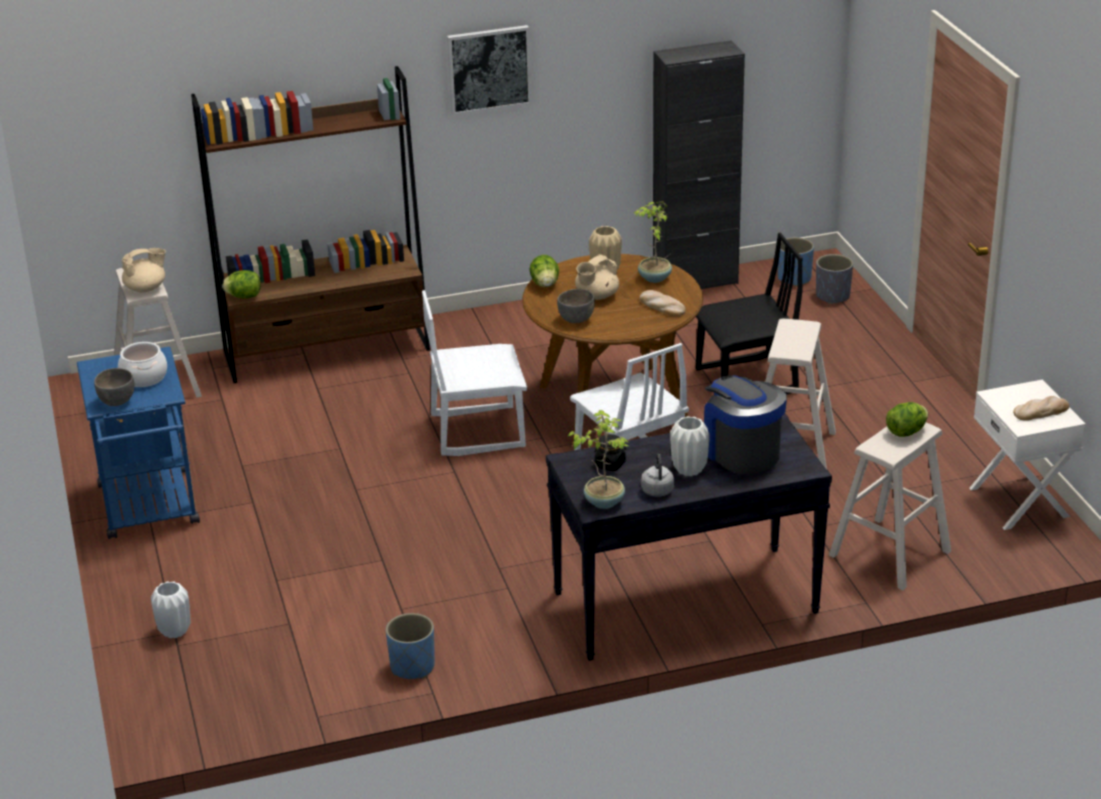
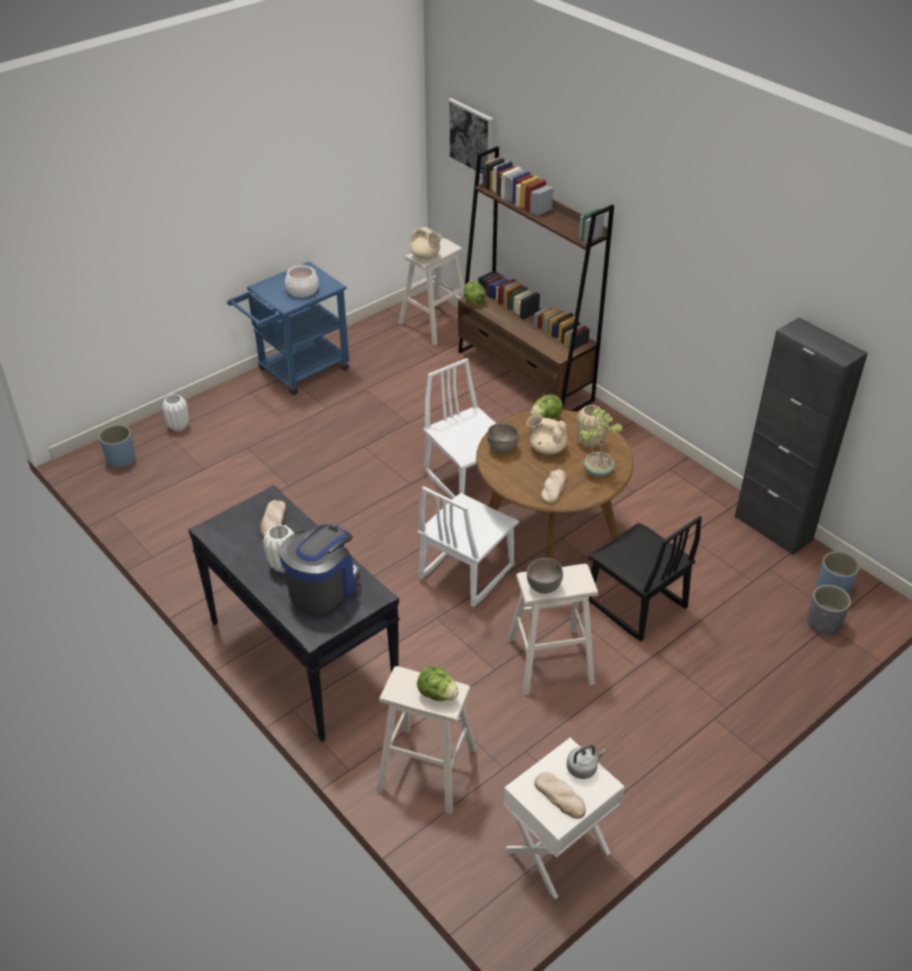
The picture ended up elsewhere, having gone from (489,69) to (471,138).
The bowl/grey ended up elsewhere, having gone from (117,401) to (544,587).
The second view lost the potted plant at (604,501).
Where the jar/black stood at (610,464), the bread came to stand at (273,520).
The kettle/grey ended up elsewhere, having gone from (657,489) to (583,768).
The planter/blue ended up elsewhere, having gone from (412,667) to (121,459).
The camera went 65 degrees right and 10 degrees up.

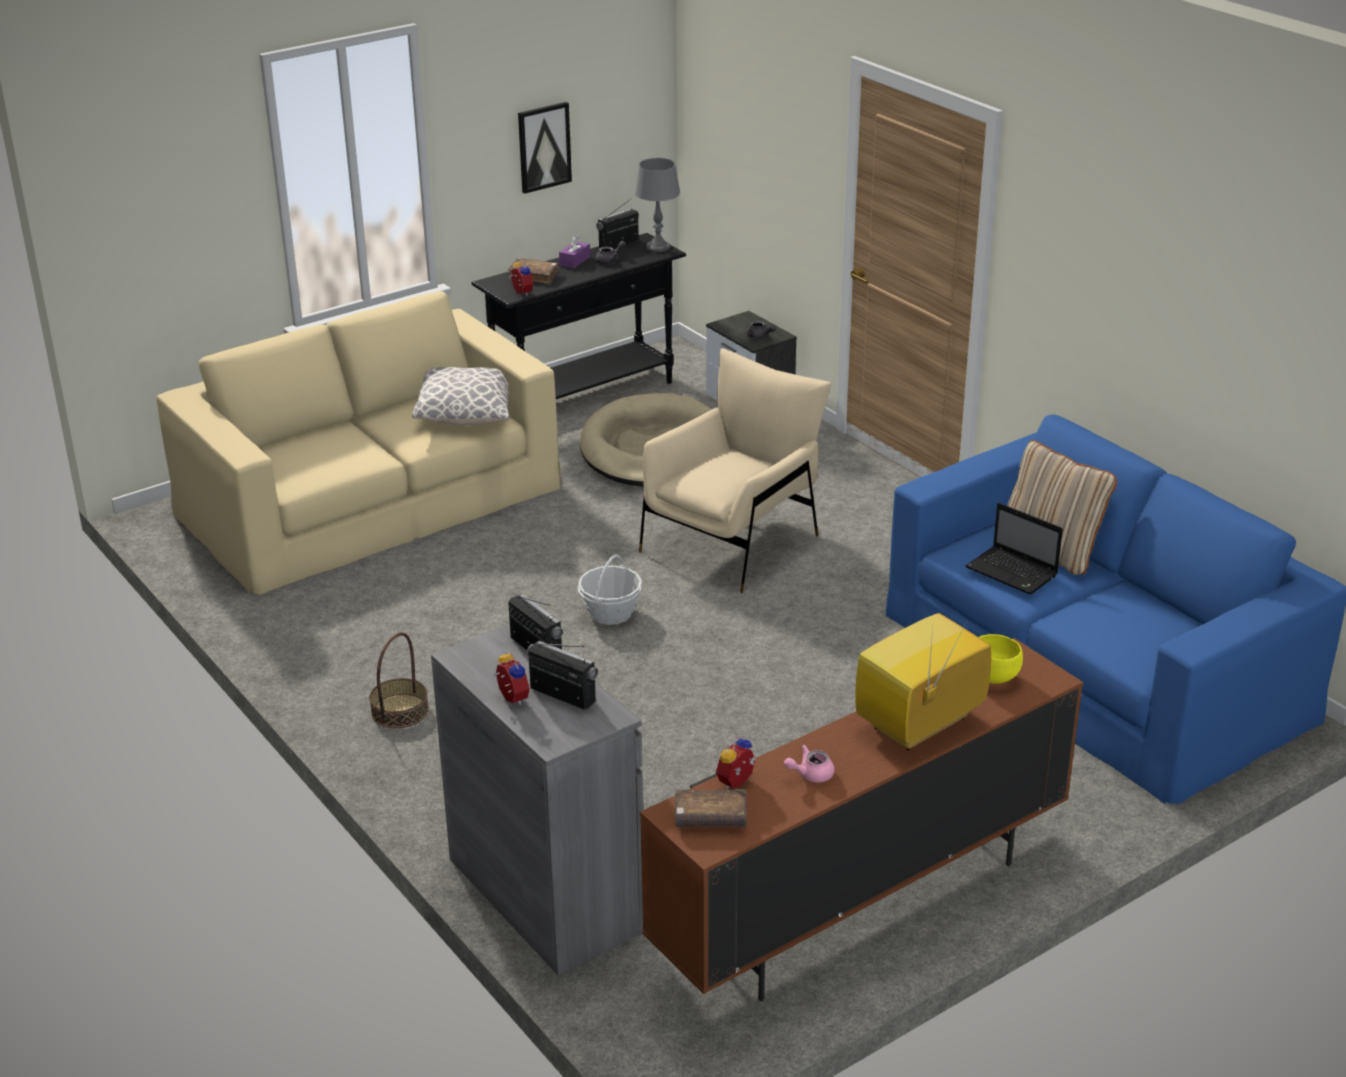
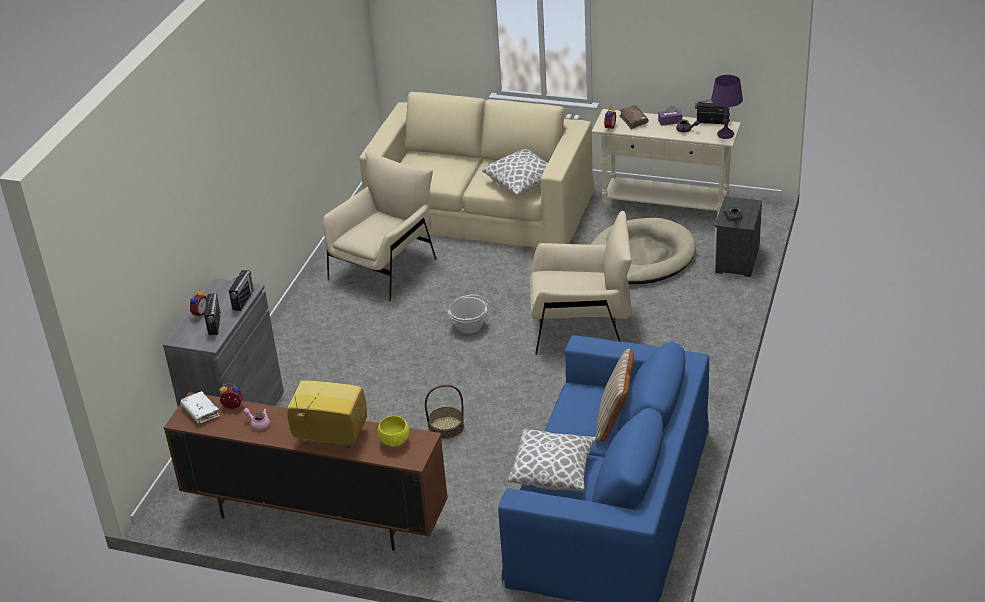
The second view lost the picture at (544,147).
What was the table lamp/grey at (658,247) turned into the table lamp/purple at (725,134).
What was the console table/black at (585,396) turned into the console table/beige at (666,208).
The second view lost the laptop at (1013,572).
The basket ended up elsewhere, having gone from (400,711) to (446,427).
What was the book/brown at (710,818) turned into the book/white at (200,412).
The second view gained the armchair/beige at (384,267).
The second view gained the pillow at (553,471).
The camera went 55 degrees right and 5 degrees up.

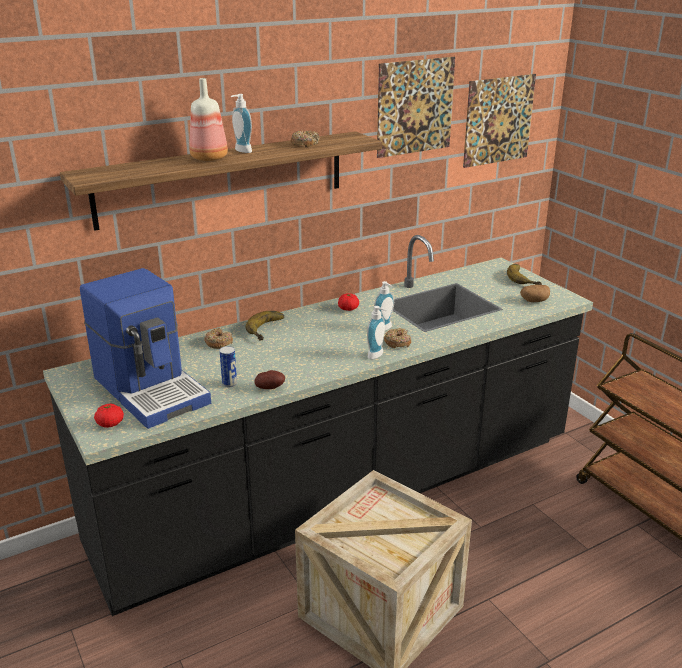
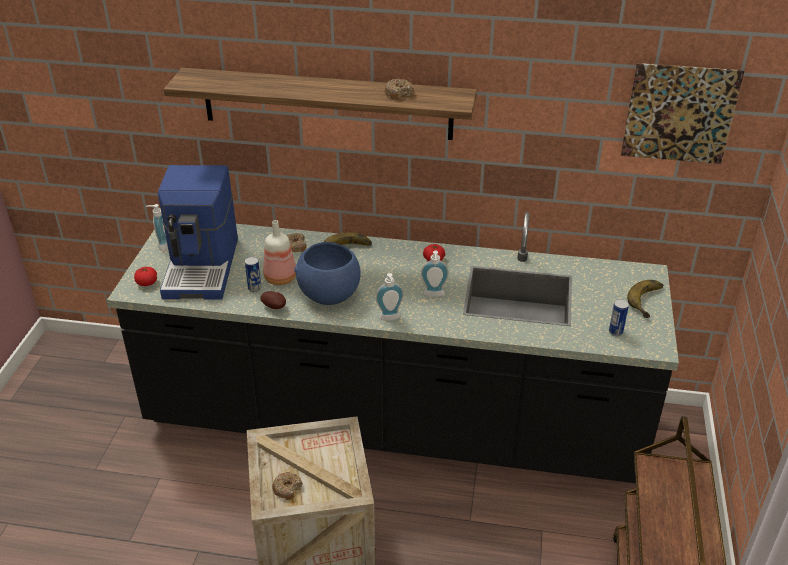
The second view lost the picture at (415,107).
The bottle ended up elsewhere, having gone from (210,158) to (281,278).
The soap dispenser ended up elsewhere, having gone from (241,151) to (161,245).
Where the potato stood at (534,301), the can came to stand at (615,332).
The donut ended up elsewhere, having gone from (397,342) to (287,488).
The second view gained the bowl/blue at (328,294).
The camera went 40 degrees right and 10 degrees up.

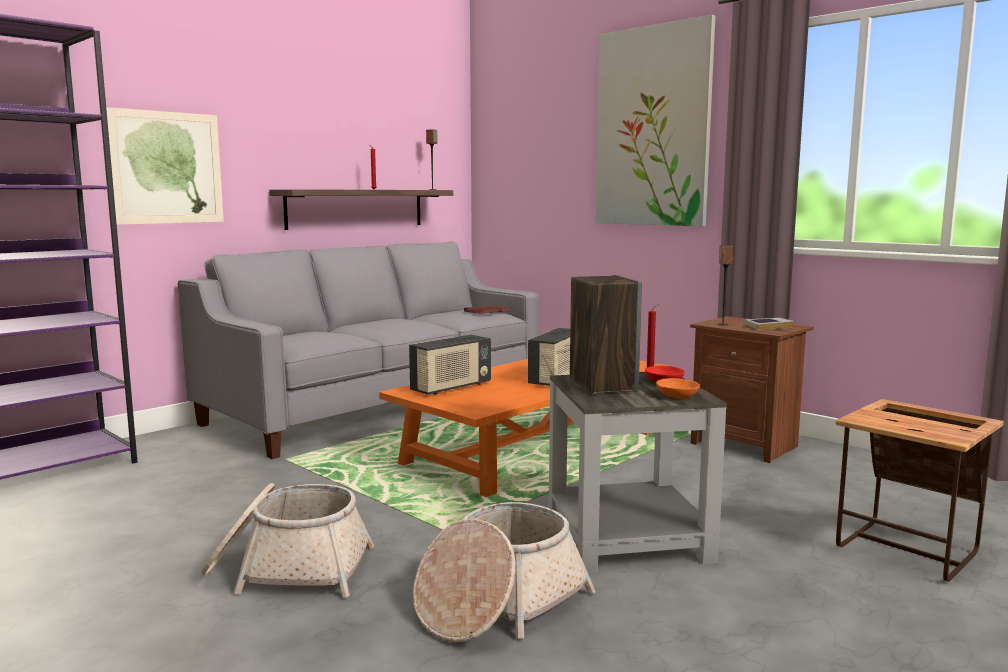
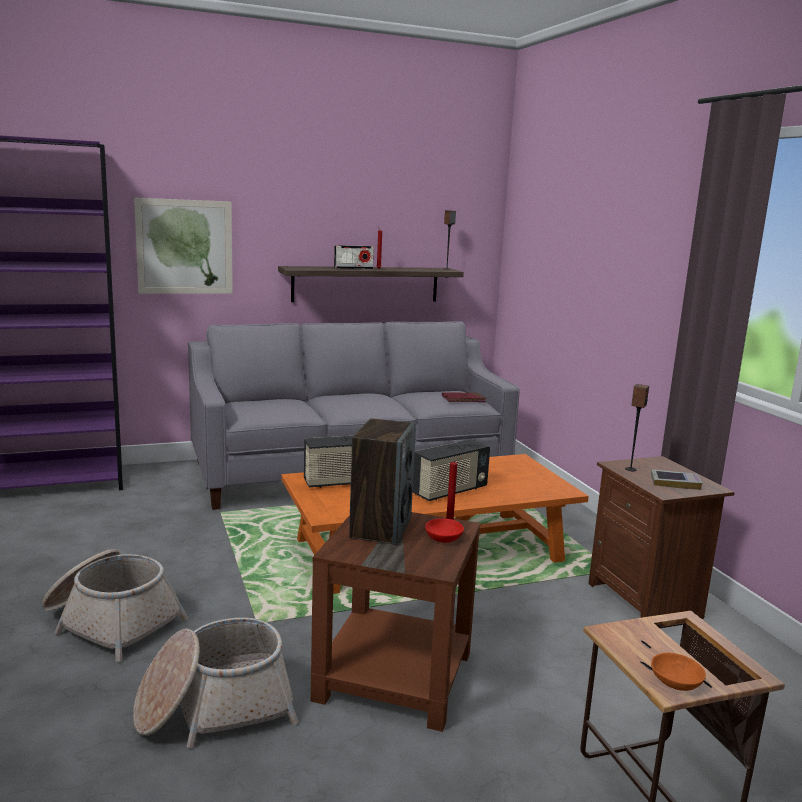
The second view lost the picture at (652,127).
What was the side table/grey at (630,538) turned into the side table/brown at (396,677).
The bowl/orange ended up elsewhere, having gone from (676,396) to (674,682).
The second view gained the radio at (353,268).
The camera went 25 degrees right and 5 degrees up.

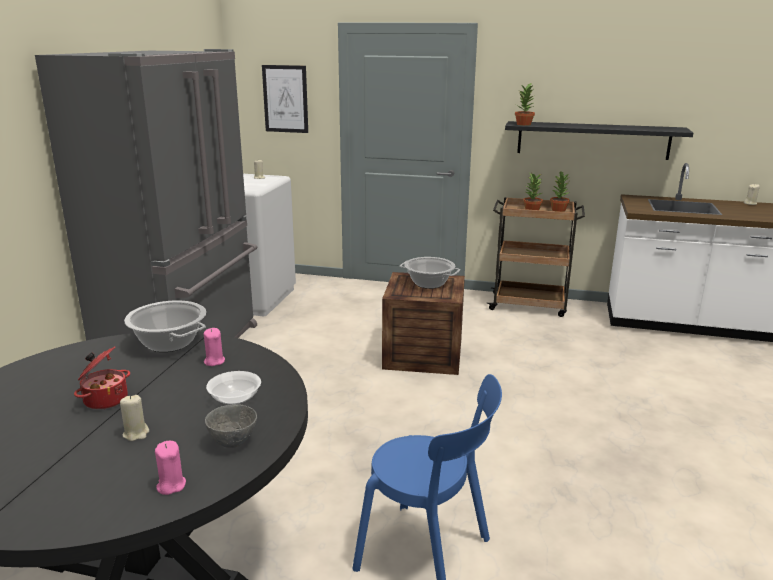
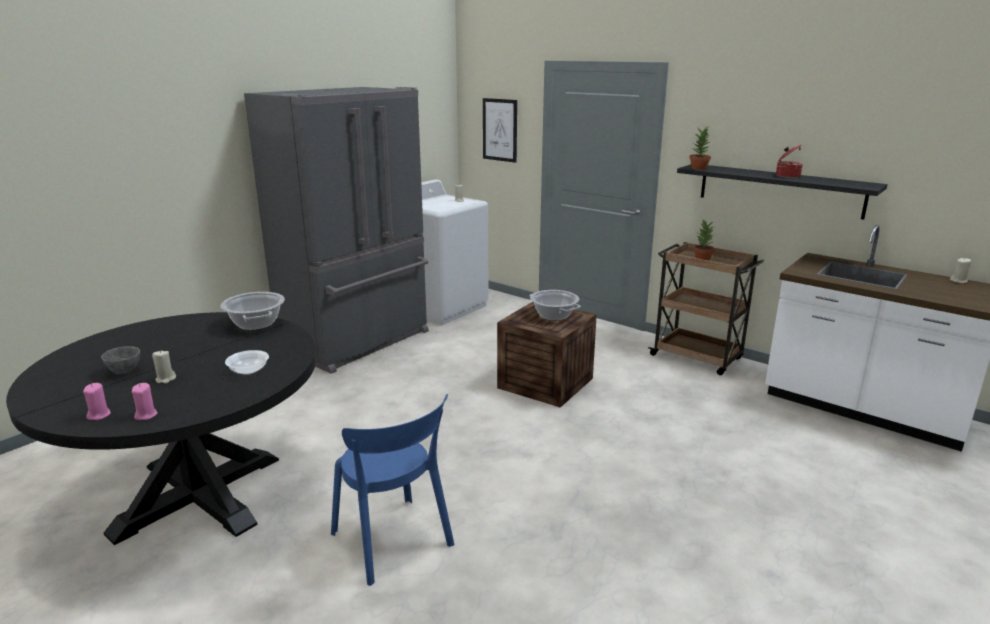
The second view lost the potted plant at (559,210).
The candle/pink ended up elsewhere, having gone from (214,361) to (99,415).
The cooking pot ended up elsewhere, having gone from (105,399) to (787,176).
The bowl/grey ended up elsewhere, having gone from (233,442) to (125,371).
The camera went 25 degrees right and 0 degrees up.

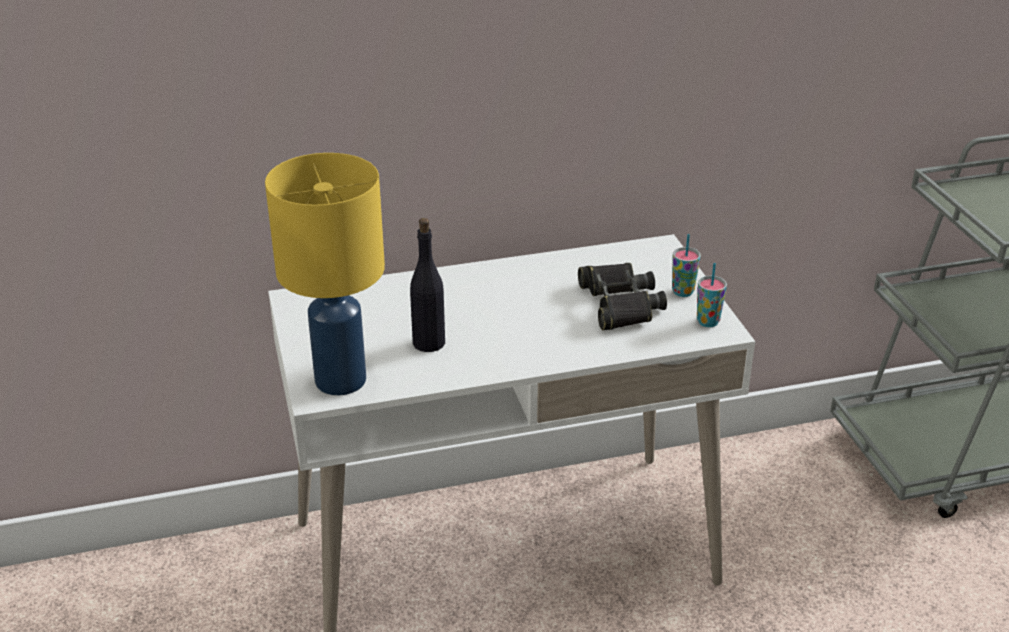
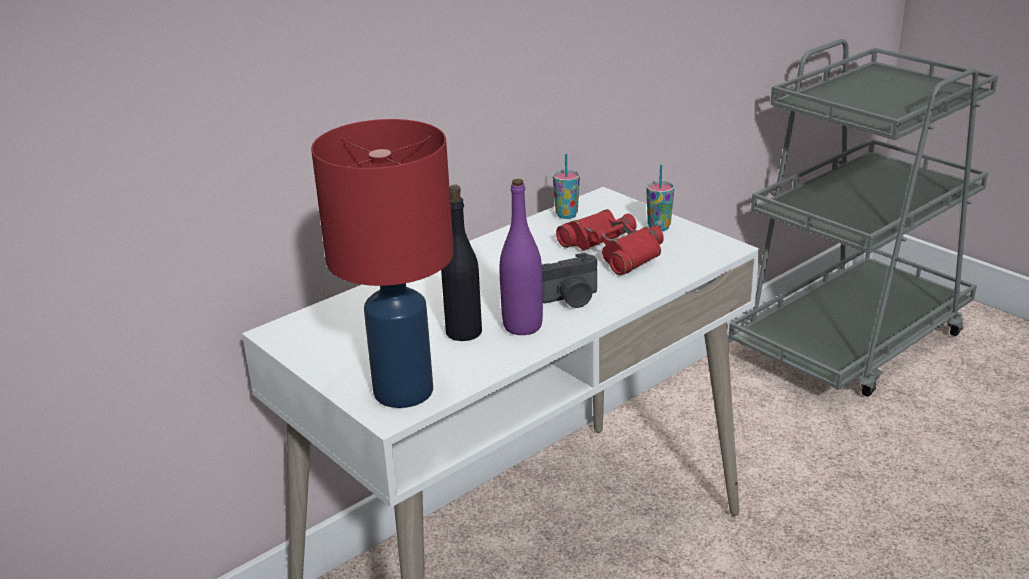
What was the table lamp/yellow at (339,381) turned into the table lamp/red at (403,392).
What was the binoculars/black at (619,304) turned into the binoculars/red at (613,251).
The cup ended up elsewhere, having gone from (708,322) to (566,215).
The second view gained the bottle/purple at (522,326).
The second view gained the photo camera at (571,299).
The camera went 25 degrees left and 5 degrees down.

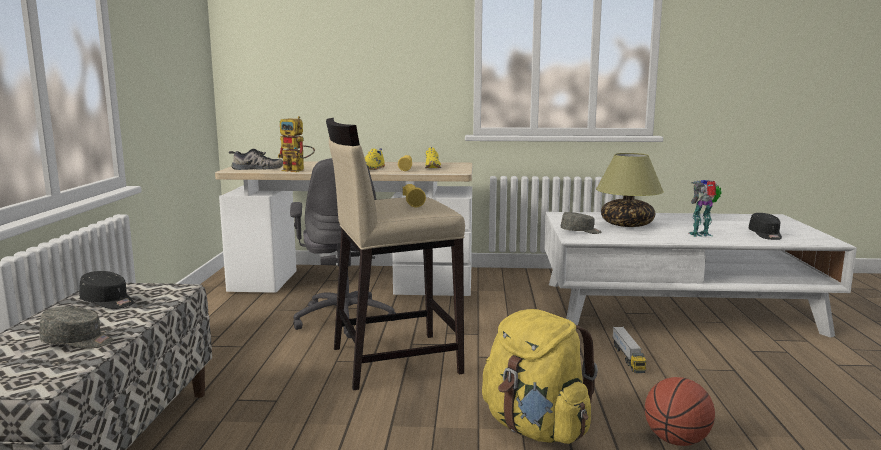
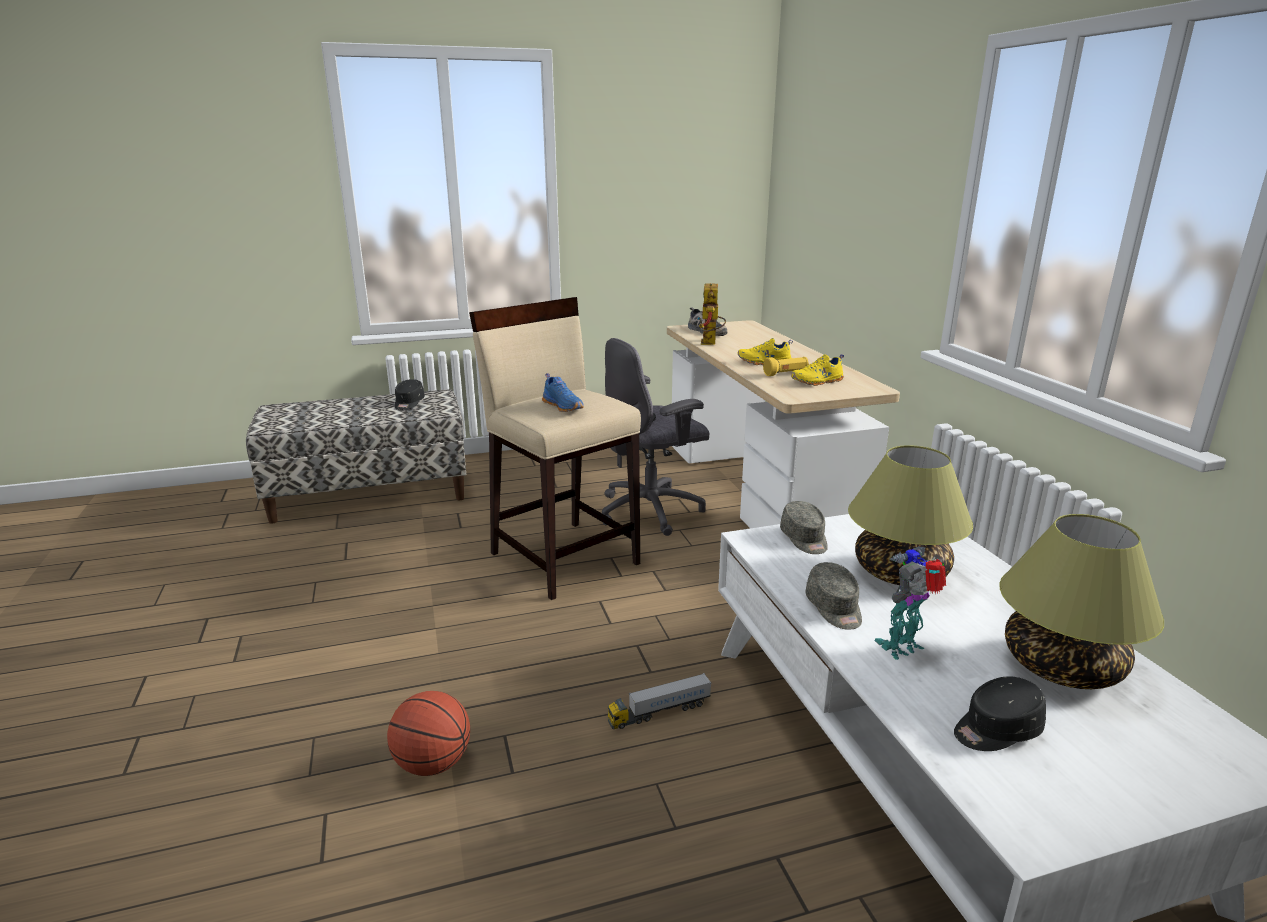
The toy robot at (701,235) ended up facing another way, 90 degrees counterclockwise from before.
Where the flashlight/yellow stood at (413,203), the shoe/blue came to stand at (564,406).
The cap/grey ended up elsewhere, having gone from (78,342) to (834,608).
The second view lost the backpack/yellow at (536,428).
The second view gained the table lamp at (1061,665).
The camera went 70 degrees right and 10 degrees up.

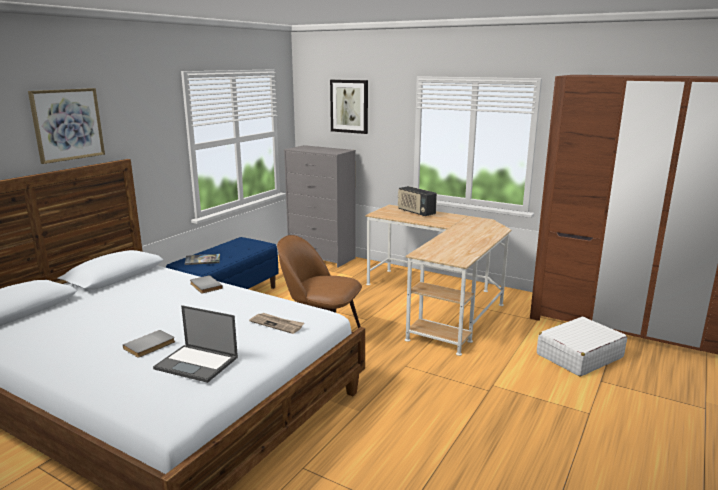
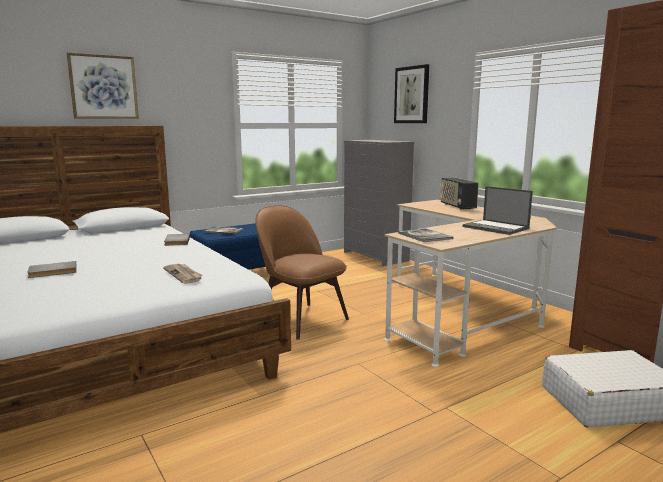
The laptop ended up elsewhere, having gone from (197,363) to (496,228).
The second view gained the book at (424,236).
The camera went 25 degrees right and 5 degrees down.

